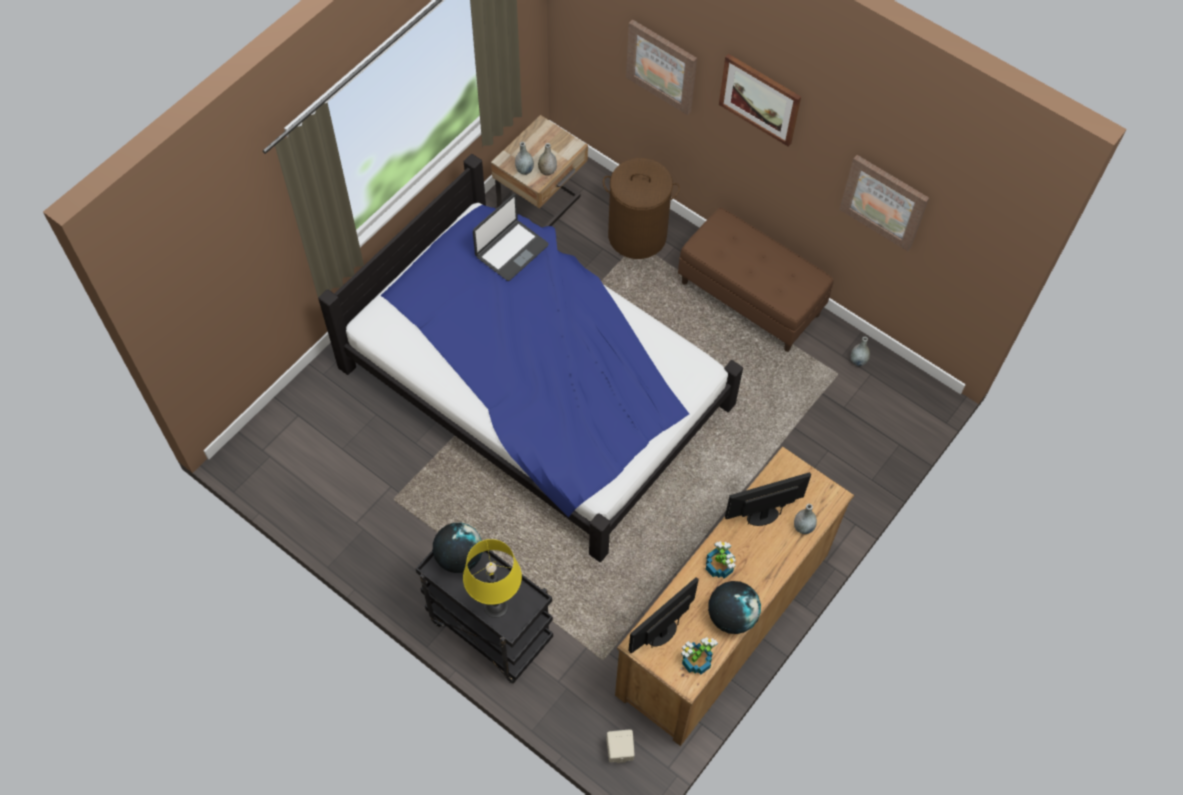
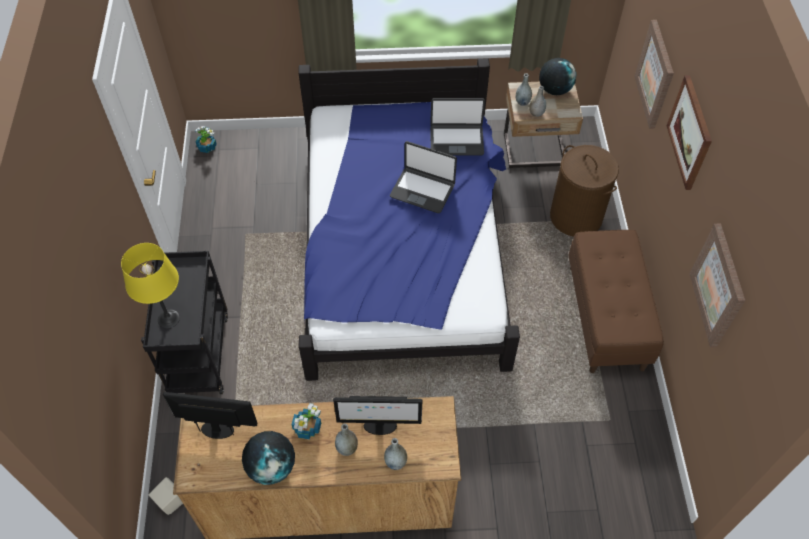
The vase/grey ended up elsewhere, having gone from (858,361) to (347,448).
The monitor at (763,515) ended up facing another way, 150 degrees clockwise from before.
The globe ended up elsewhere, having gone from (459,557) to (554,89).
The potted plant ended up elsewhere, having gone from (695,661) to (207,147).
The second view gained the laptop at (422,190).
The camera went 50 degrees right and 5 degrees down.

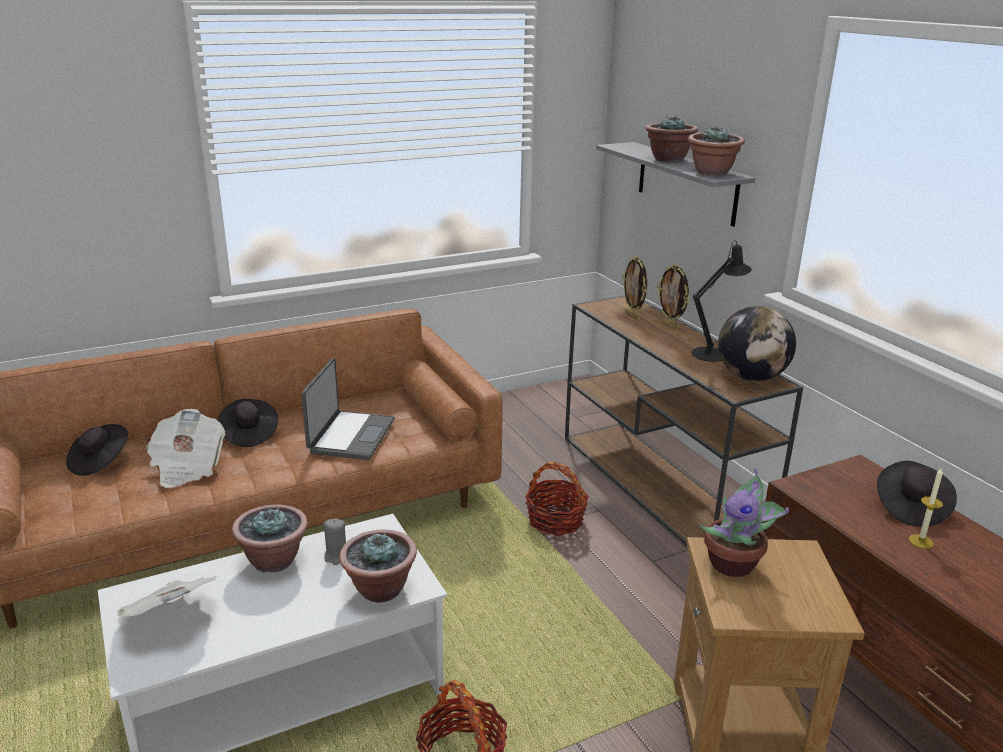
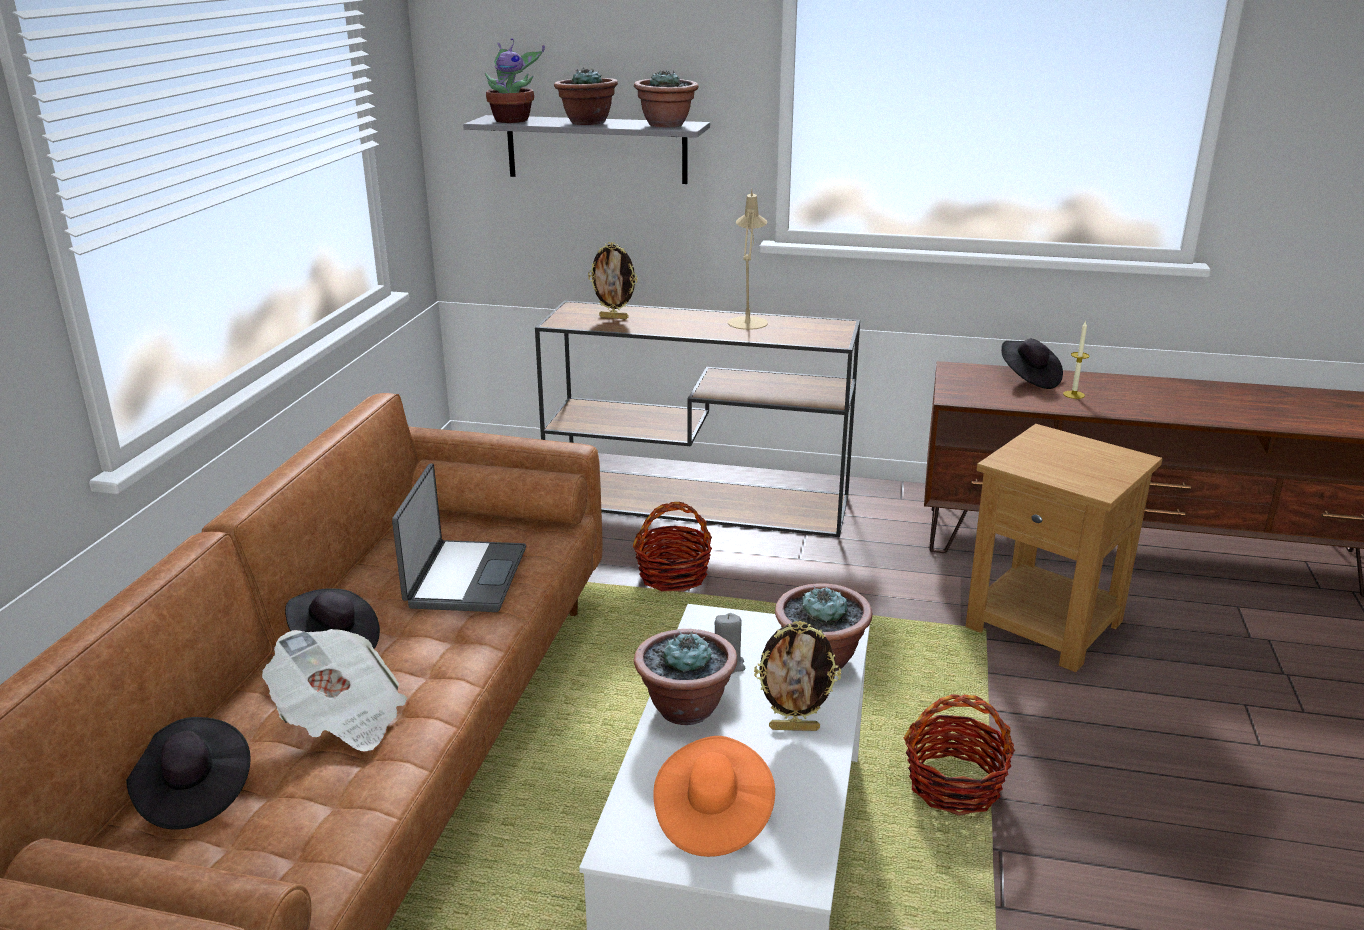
What was the table lamp/black at (713,353) turned into the table lamp/beige at (748,321).
The picture frame ended up elsewhere, having gone from (670,325) to (794,728).
The second view lost the globe at (751,377).
The laptop at (350,436) ended up facing another way, 45 degrees clockwise from before.
The potted plant ended up elsewhere, having gone from (734,565) to (513,120).
Where the newspaper stood at (171,616), the hat/orange came to stand at (712,817).
The camera went 50 degrees left and 0 degrees up.

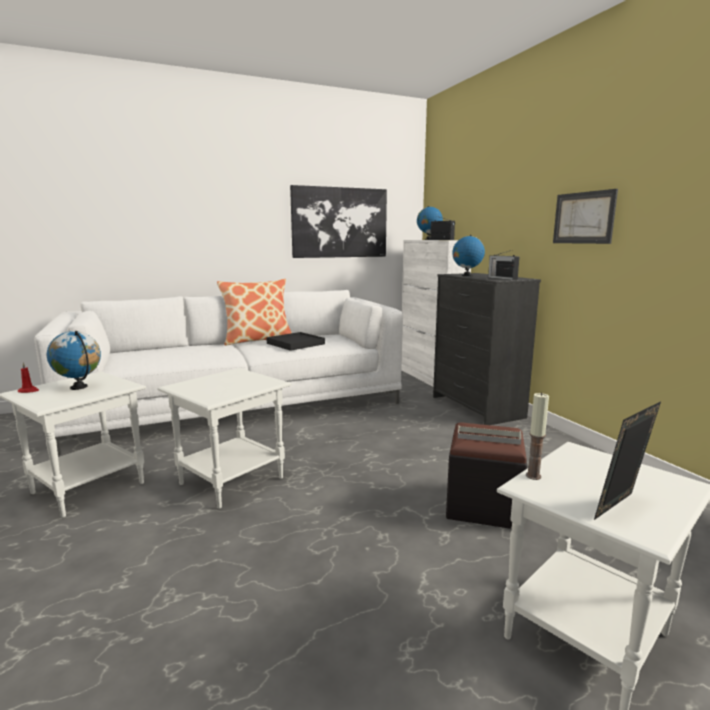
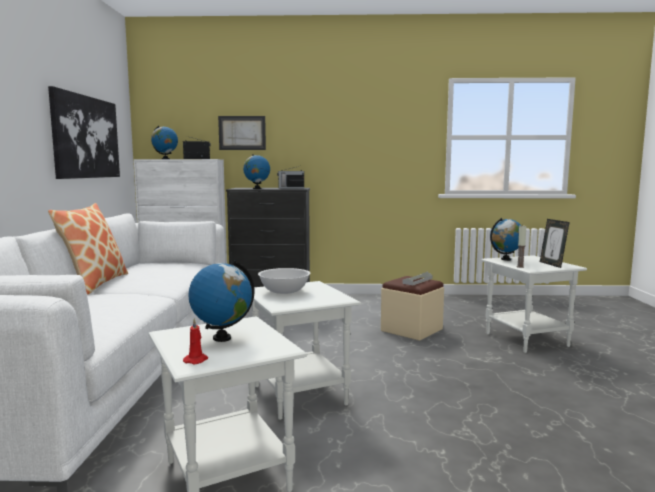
The picture ended up elsewhere, having gone from (583,218) to (242,133).
The second view lost the tray/black at (295,344).
What was the ottoman/black at (483,506) turned into the ottoman/beige at (411,330).
The second view gained the globe at (506,259).
The second view gained the bowl/white at (284,291).
The camera went 65 degrees left and 5 degrees down.

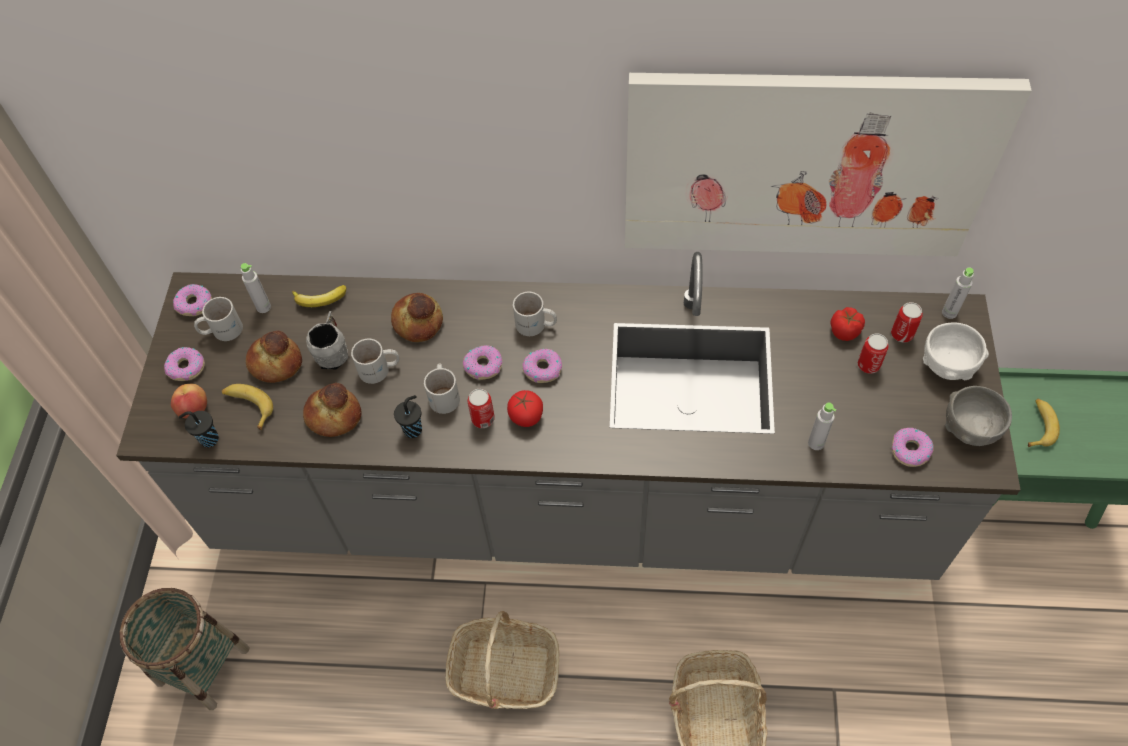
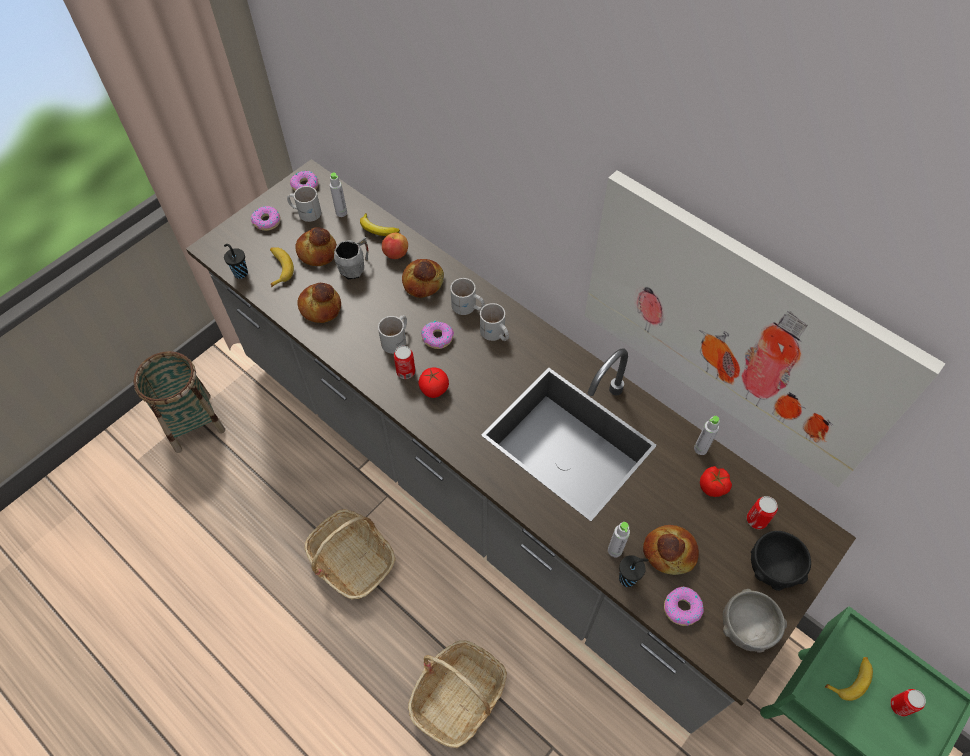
The bottle/grey ended up elsewhere, having gone from (949,312) to (700,449).
What was the bowl/white at (947,364) turned into the bowl/black at (773,568).
The can ended up elsewhere, having gone from (868,365) to (900,706).
The mug/white ended up elsewhere, having gone from (379,370) to (467,307).
The second view lost the donut at (542,369).
The apple ended up elsewhere, having gone from (194,409) to (396,254).
The cup/black ended up elsewhere, having gone from (413,429) to (628,578).
The second view gained the bread at (669,551).
The camera went 35 degrees right and 0 degrees up.

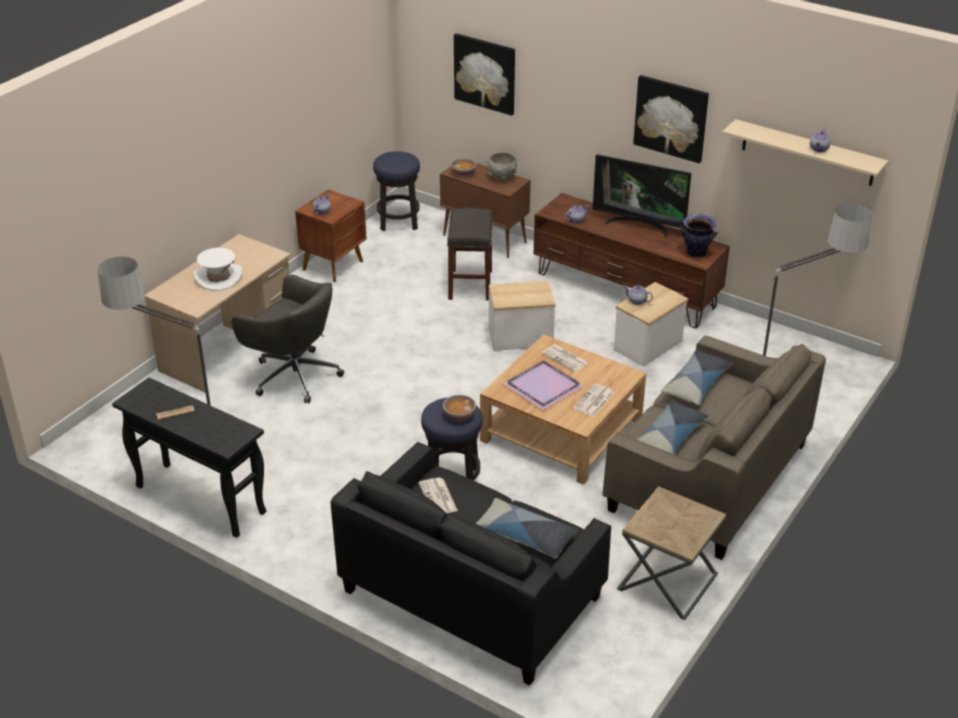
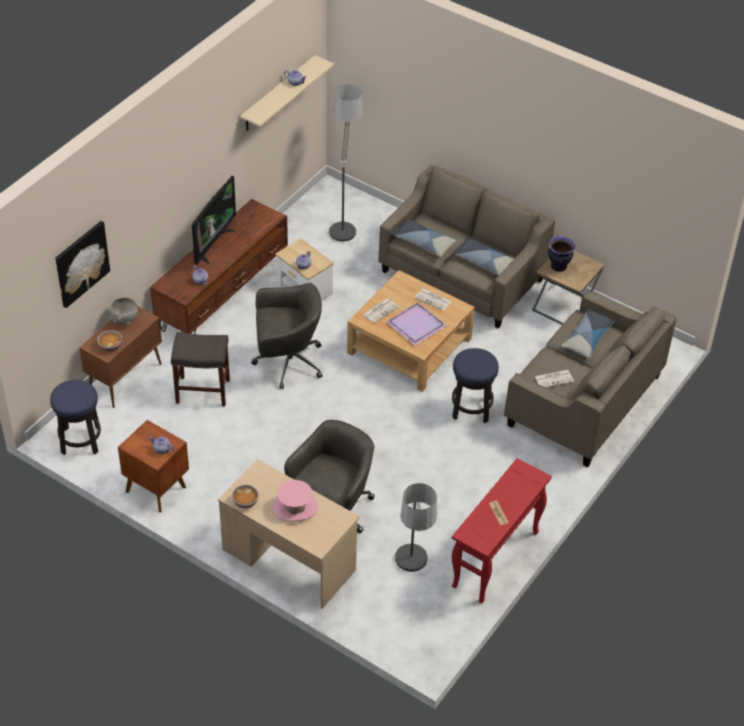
The second view lost the picture at (671,118).
The vase ended up elsewhere, having gone from (696,253) to (558,266).
What was the hat/white at (218,277) turned into the hat/pink at (295,507).
Where the side table stood at (520,337), the office chair/grey came to stand at (287,362).
What was the console table/black at (199,499) turned into the console table/red at (495,560).
The bowl ended up elsewhere, having gone from (459,415) to (245,502).
What was the sofa/black at (472,593) turned into the sofa/beige at (583,401).
The camera went 90 degrees left and 10 degrees up.

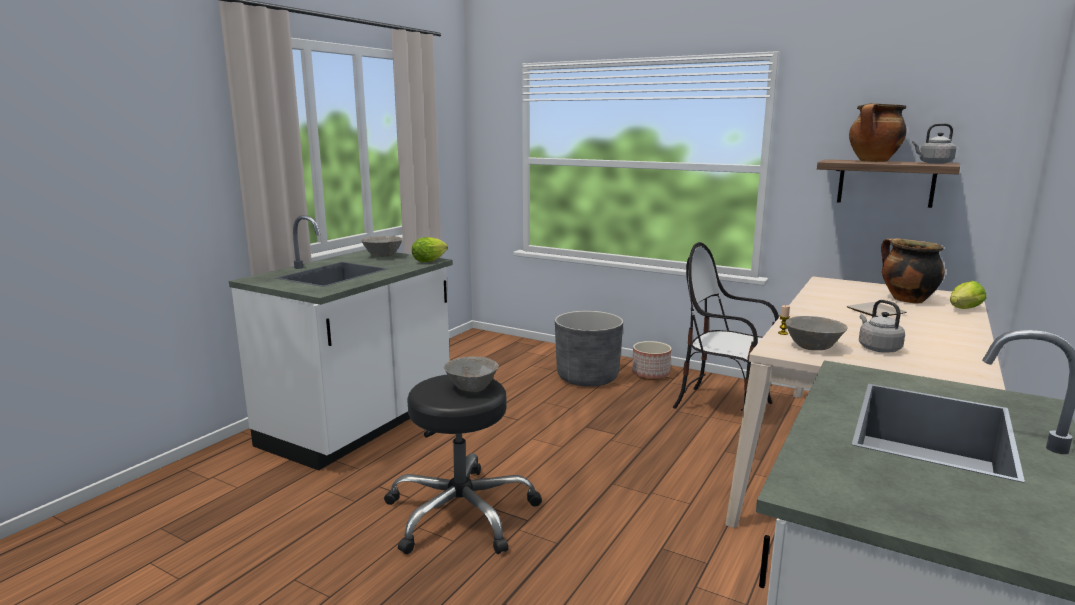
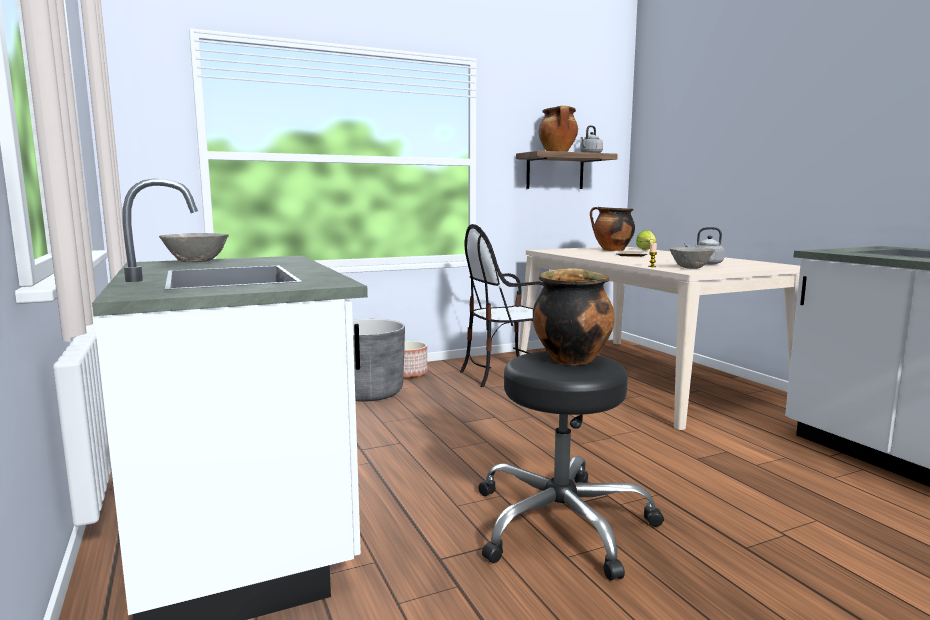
The second view lost the lettuce at (431,261).
Where the bowl/grey stood at (472,388), the cooking pot came to stand at (570,359).
The camera went 55 degrees left and 5 degrees down.

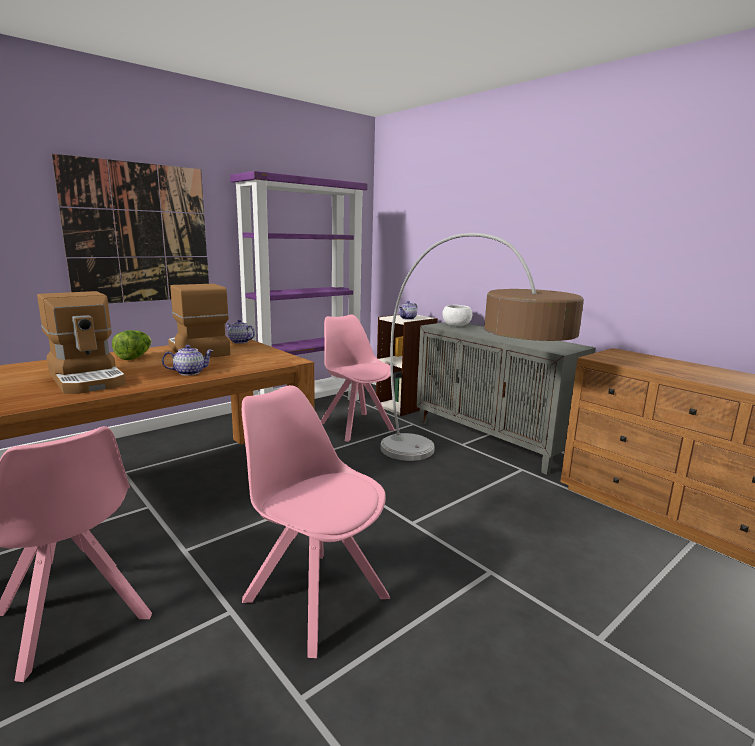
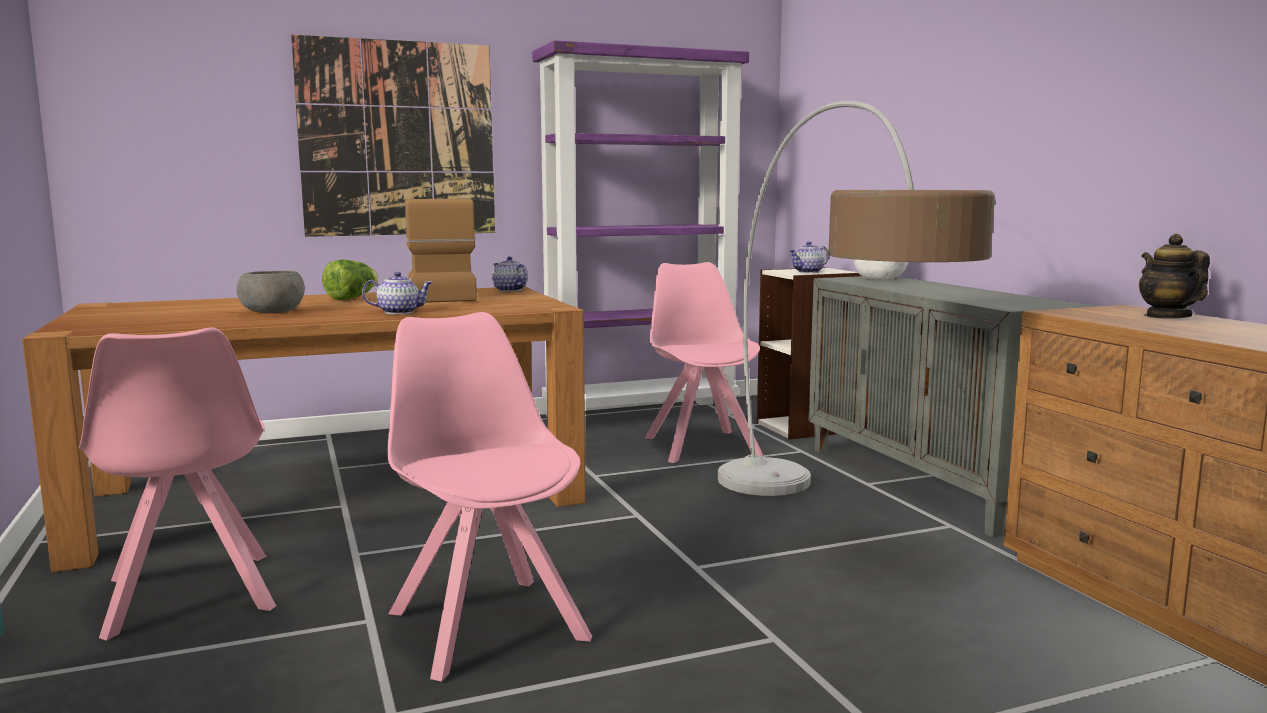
Where the coffee machine stood at (88,378), the bowl/grey came to stand at (273,312).
The second view gained the teapot at (1167,316).
The camera went 20 degrees right and 5 degrees down.

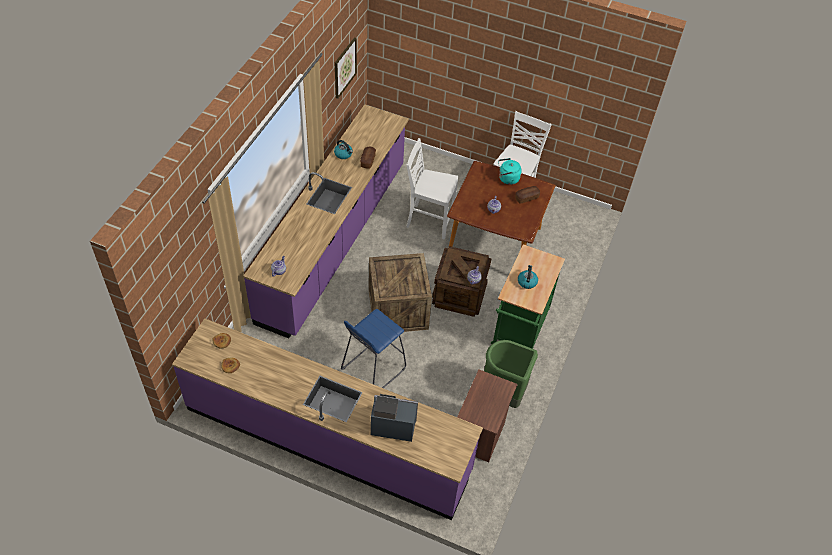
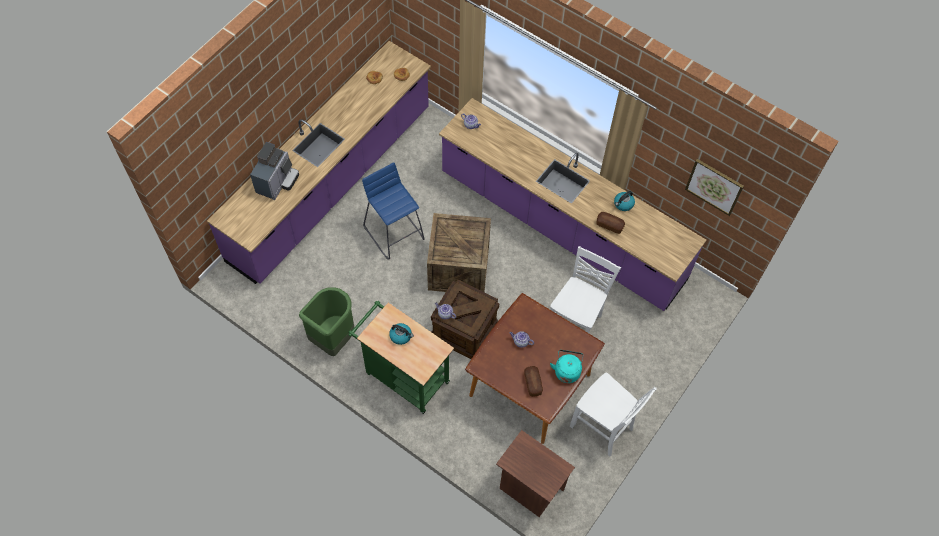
The nightstand/brown ended up elsewhere, having gone from (480,437) to (529,488).
The camera went 105 degrees right and 10 degrees up.

